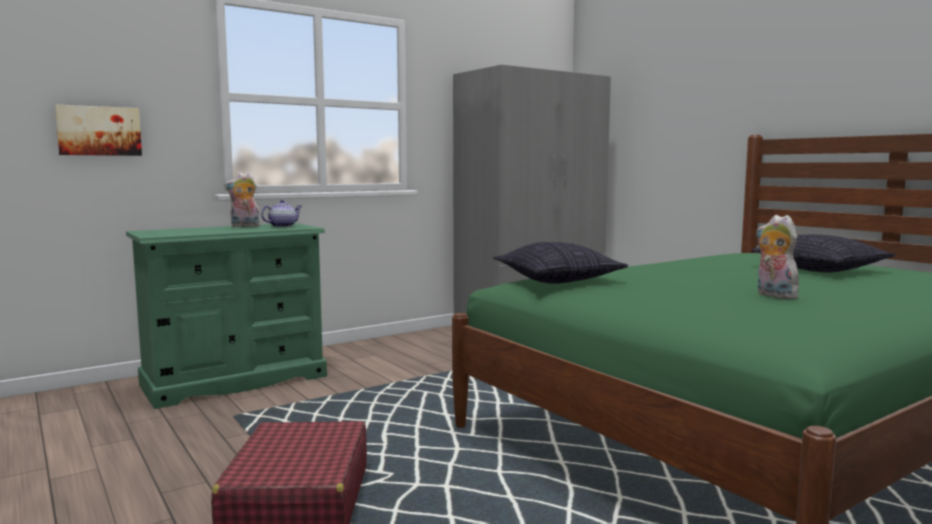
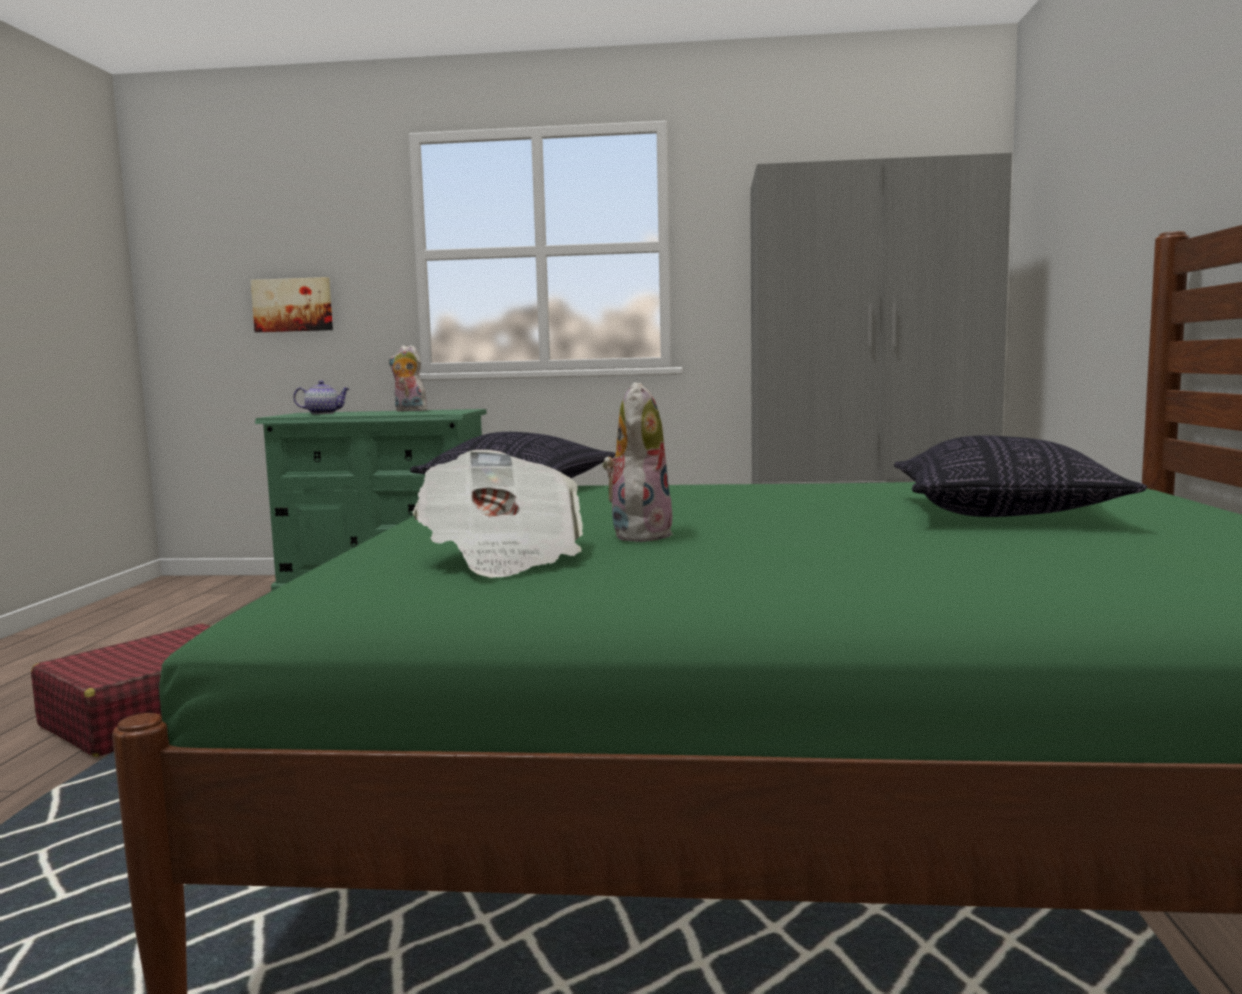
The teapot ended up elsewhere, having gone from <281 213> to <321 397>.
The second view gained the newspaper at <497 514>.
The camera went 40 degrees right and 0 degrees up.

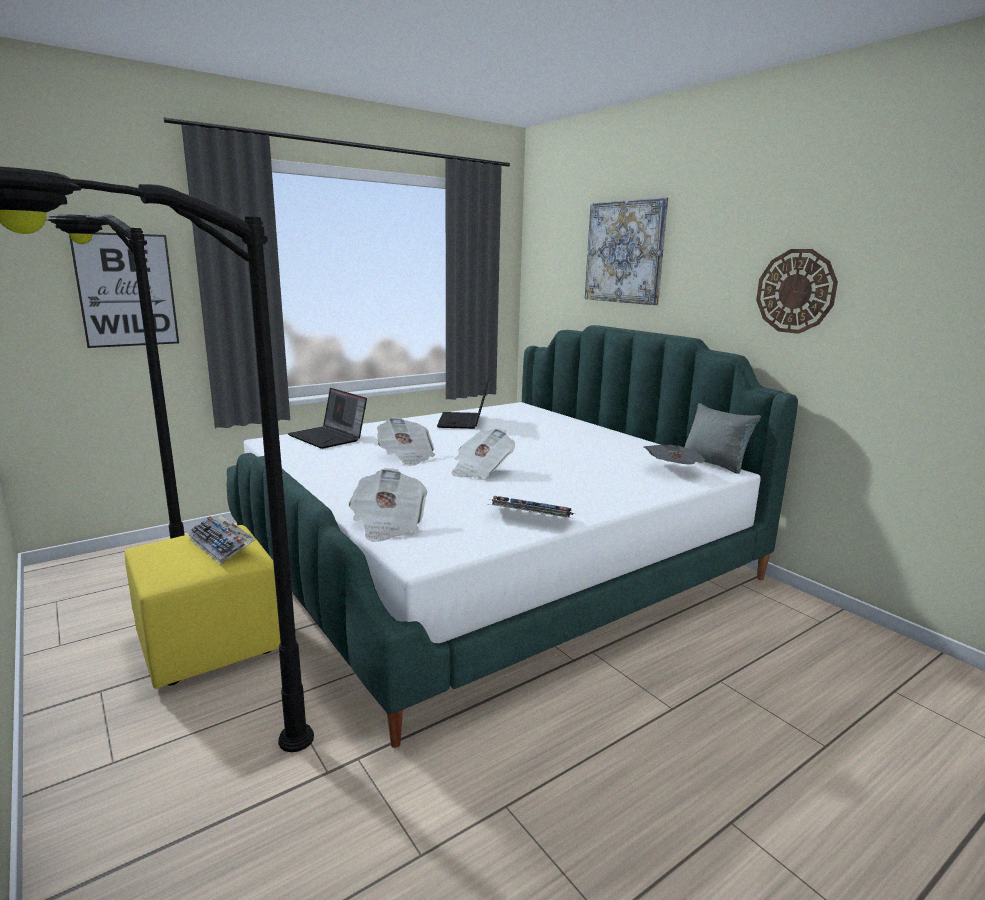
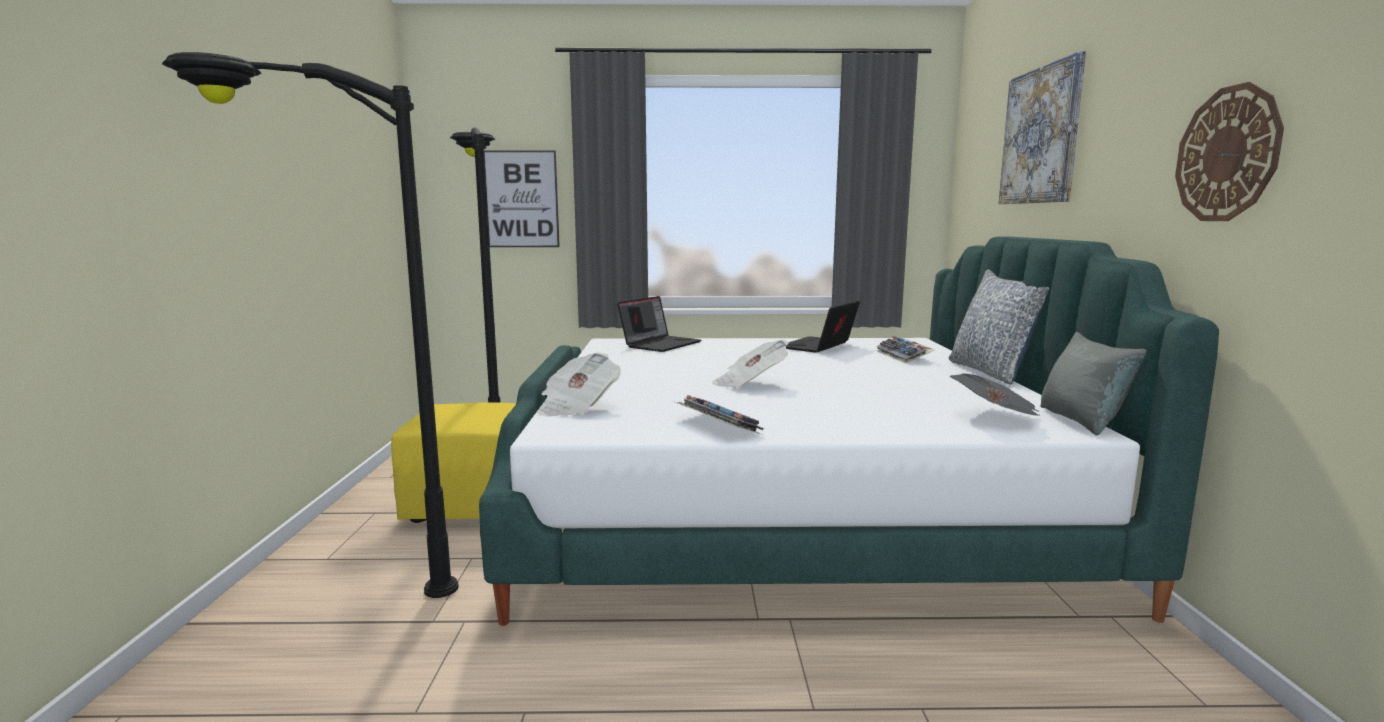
The laptop at <327 418> ended up facing another way, 135 degrees counterclockwise from before.
The second view lost the newspaper at <406 441>.
The keyboard ended up elsewhere, having gone from <221 540> to <905 349>.
The second view gained the pillow at <999 327>.
The camera went 35 degrees right and 5 degrees down.

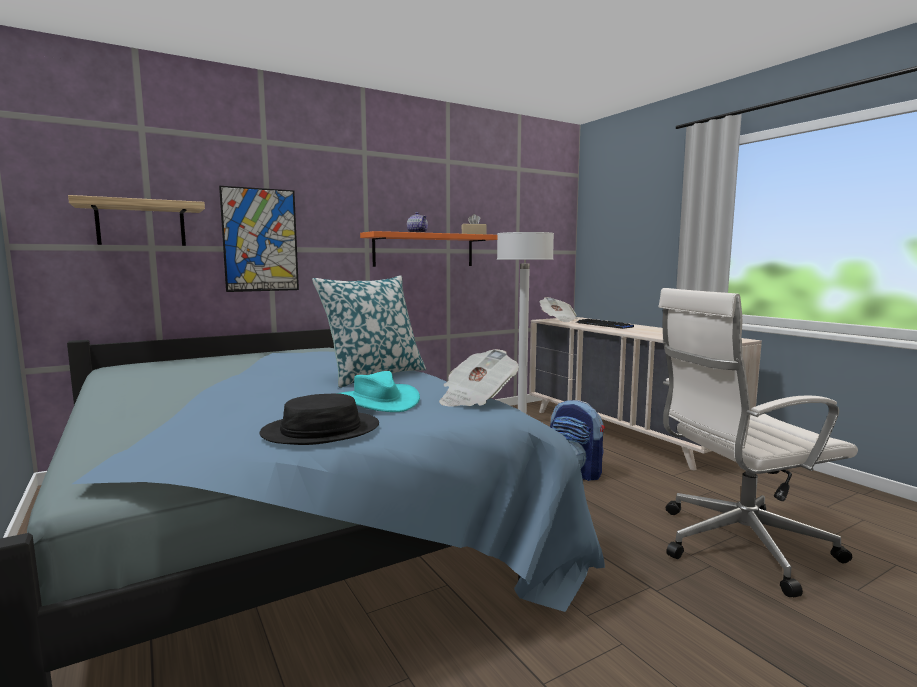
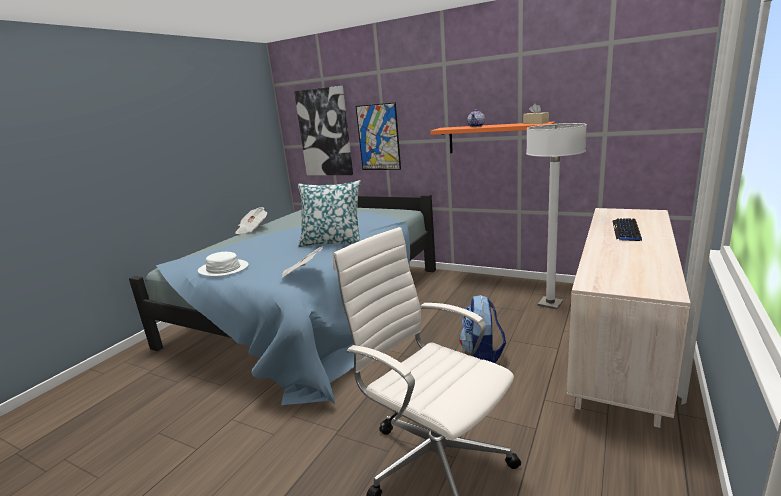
Where the shelf hung at <136 220>, the picture came to hang at <323 130>.
The newspaper ended up elsewhere, having gone from <558 309> to <251 220>.
The second view lost the hat (turquoise) at <379 391>.
What was the hat (black) at <319 419> turned into the hat (white) at <223 264>.
The camera went 60 degrees right and 10 degrees up.

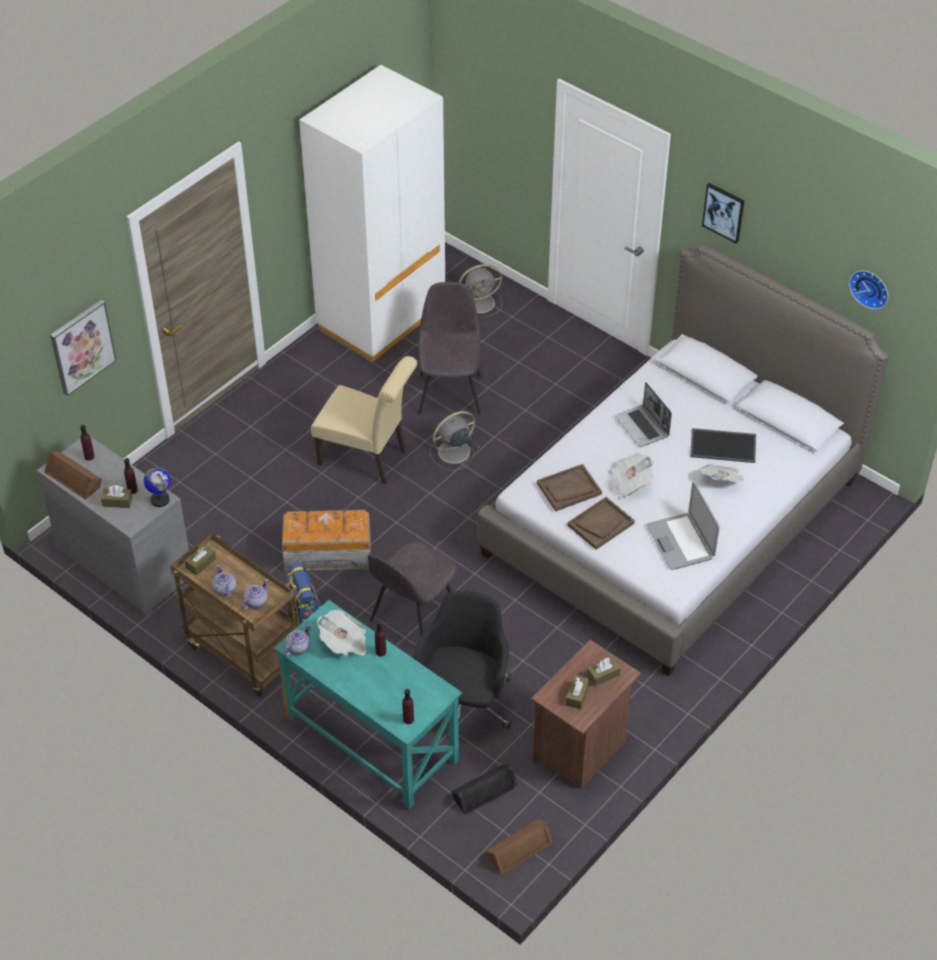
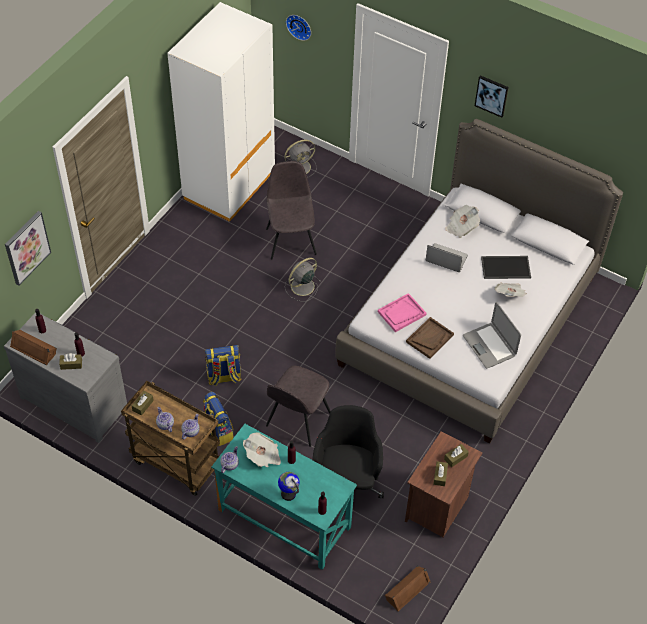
The wall clock ended up elsewhere, having gone from <868 290> to <298 28>.
The second view lost the chair (beige) at <364 420>.
The laptop at <643 414> ended up facing another way, 150 degrees clockwise from before.
The newspaper ended up elsewhere, having gone from <629 475> to <462 221>.
What was the tray (brown) at <569 487> turned into the tray (pink) at <402 312>.
The globe ended up elsewhere, having gone from <157 487> to <289 486>.
Where the storage box stood at <326 540>, the backpack came to stand at <223 365>.
The second view lost the speaker (black) at <484 789>.
The camera went 10 degrees left and 5 degrees up.

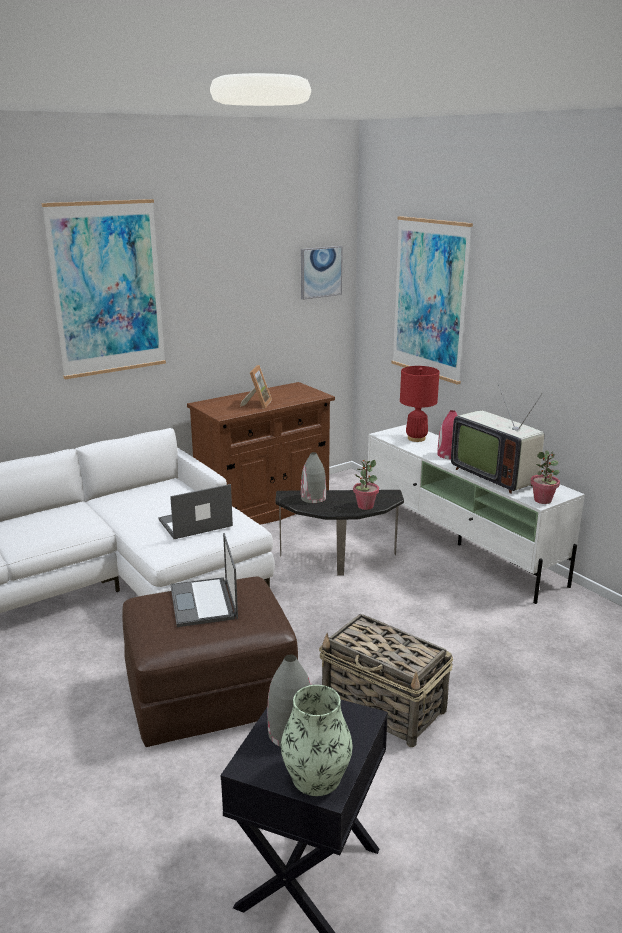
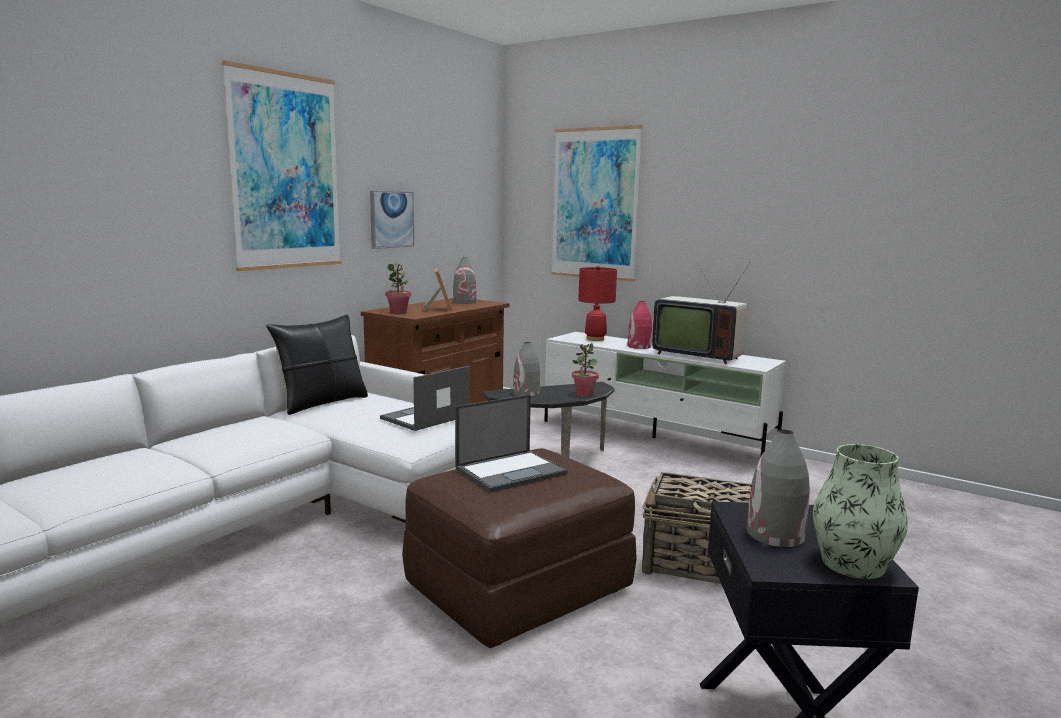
The picture ended up elsewhere, having gone from <322 273> to <392 220>.
The potted plant ended up elsewhere, having gone from <545 477> to <398 288>.
The laptop at <204 580> ended up facing another way, 90 degrees counterclockwise from before.
The second view gained the vase (grey) at <464 280>.
The second view gained the pillow (black) at <317 364>.
The camera went 20 degrees left and 10 degrees down.

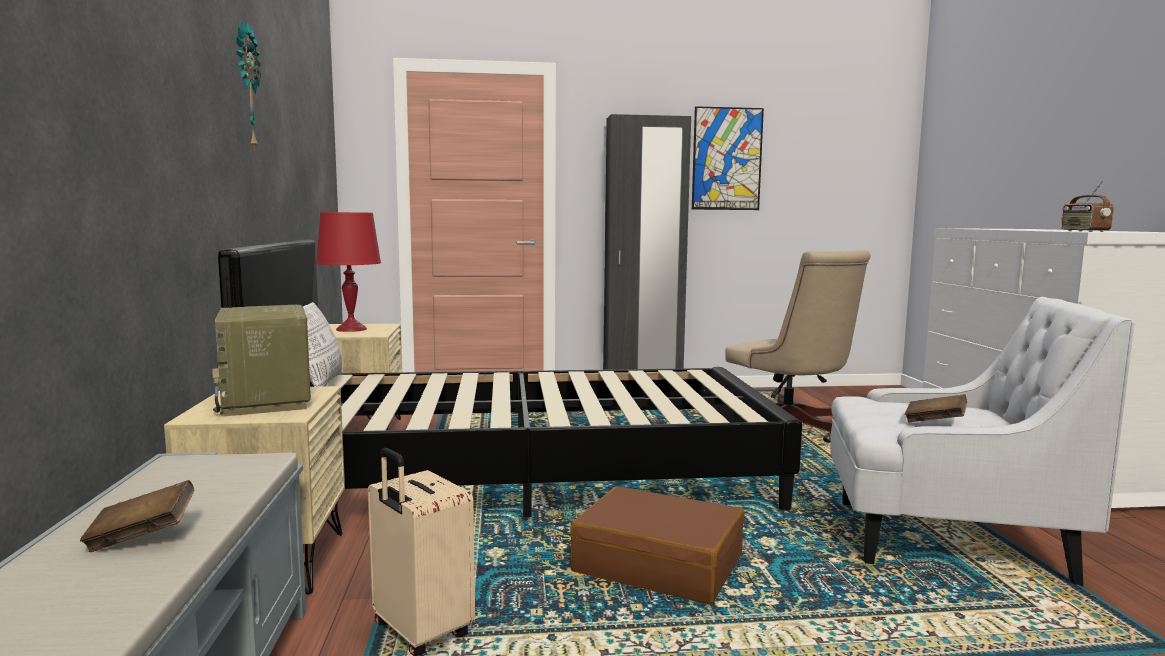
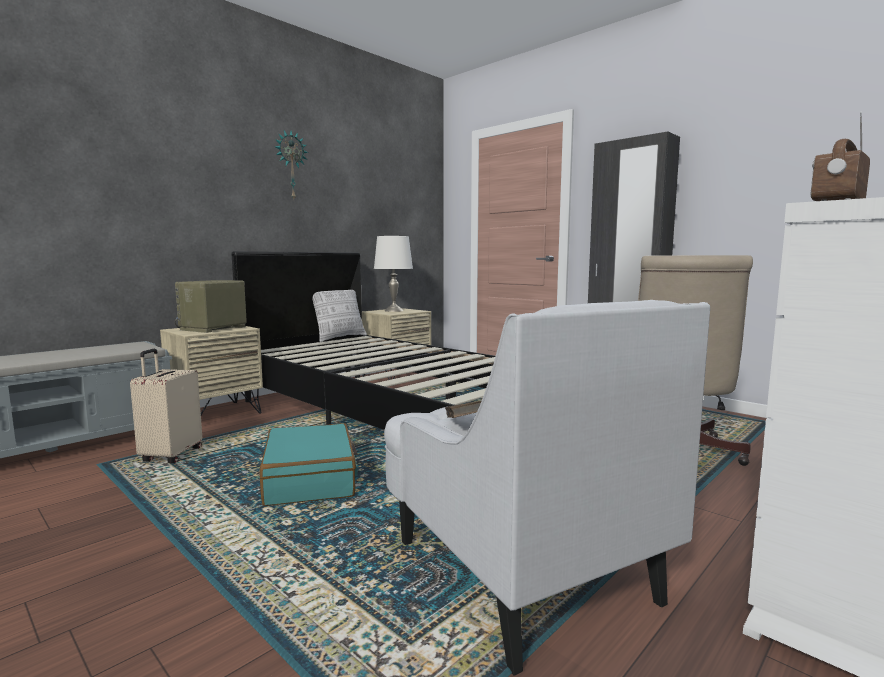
The second view lost the picture at <728 158>.
What was the table lamp (red) at <348 272> turned into the table lamp (white) at <393 274>.
The second view lost the book (brown) at <137 516>.
What was the suitcase (brown) at <657 545> turned into the suitcase (turquoise) at <309 464>.
The camera went 50 degrees right and 0 degrees up.

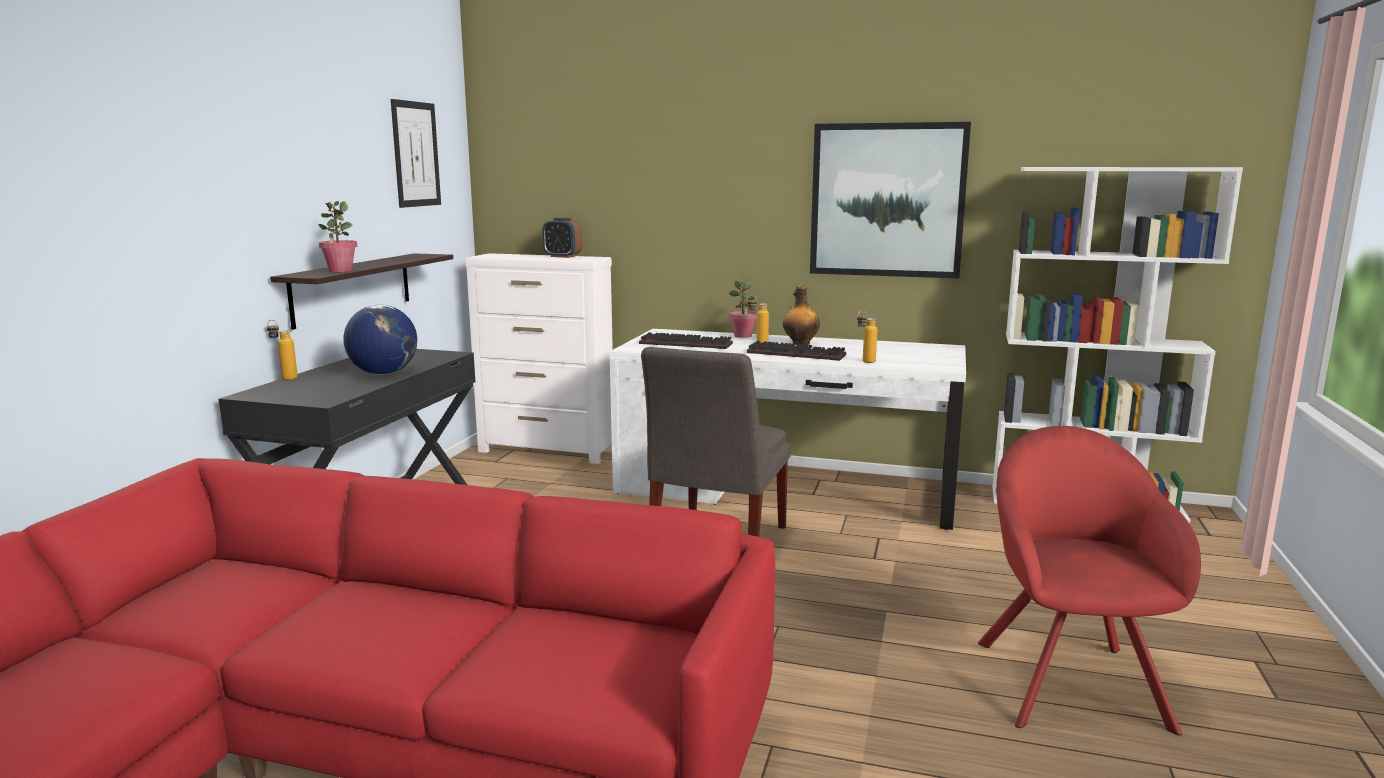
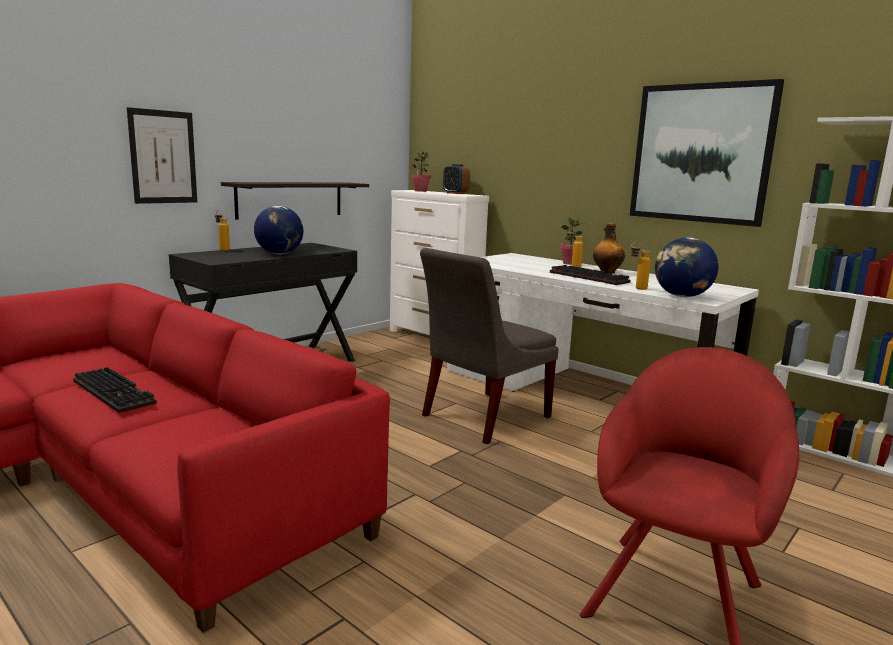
The picture ended up elsewhere, having gone from <416 153> to <162 155>.
The potted plant ended up elsewhere, having gone from <337 236> to <421 172>.
The keyboard ended up elsewhere, having gone from <686 340> to <115 390>.
The second view gained the globe at <686 267>.
The camera went 25 degrees right and 0 degrees up.

